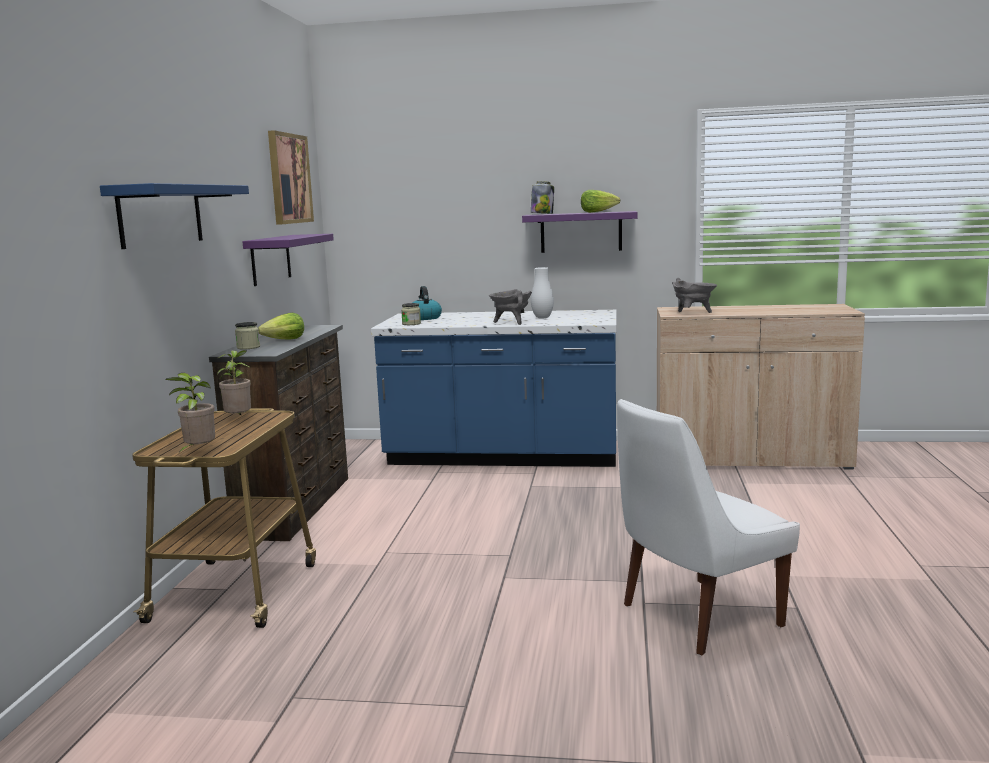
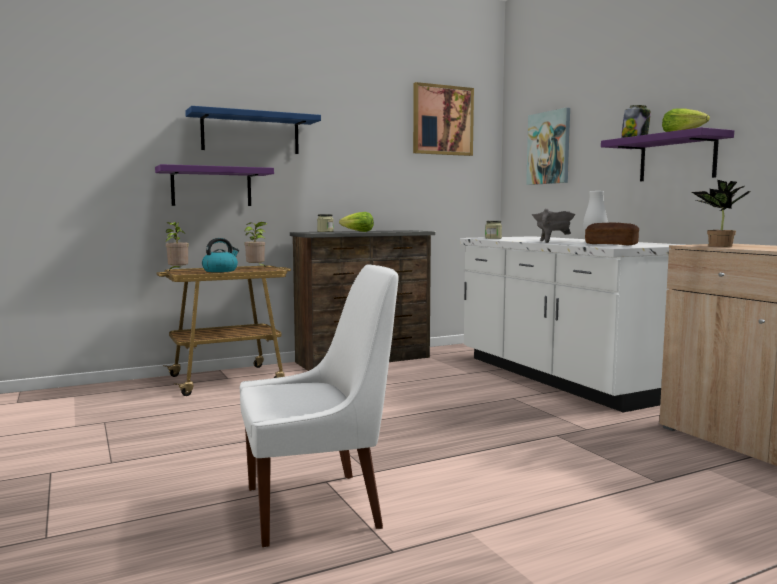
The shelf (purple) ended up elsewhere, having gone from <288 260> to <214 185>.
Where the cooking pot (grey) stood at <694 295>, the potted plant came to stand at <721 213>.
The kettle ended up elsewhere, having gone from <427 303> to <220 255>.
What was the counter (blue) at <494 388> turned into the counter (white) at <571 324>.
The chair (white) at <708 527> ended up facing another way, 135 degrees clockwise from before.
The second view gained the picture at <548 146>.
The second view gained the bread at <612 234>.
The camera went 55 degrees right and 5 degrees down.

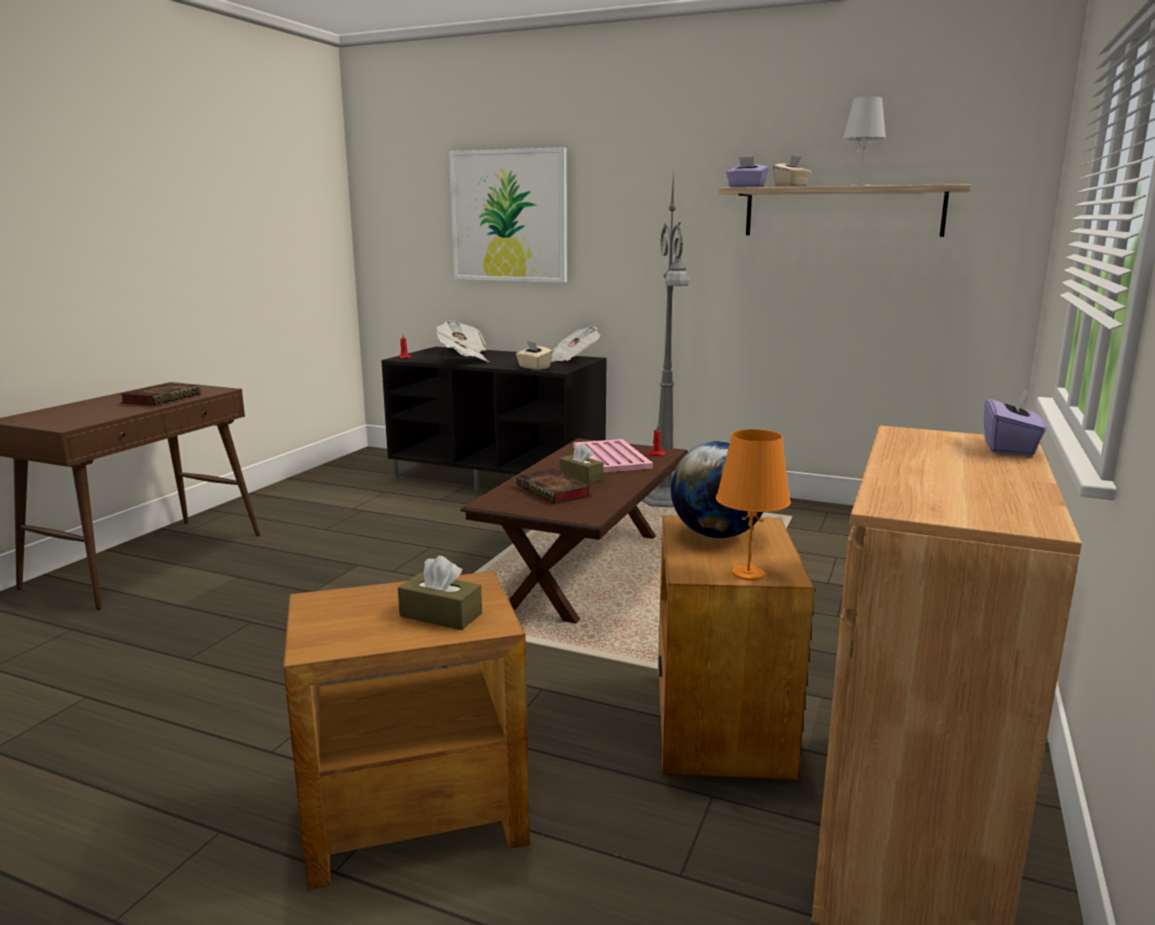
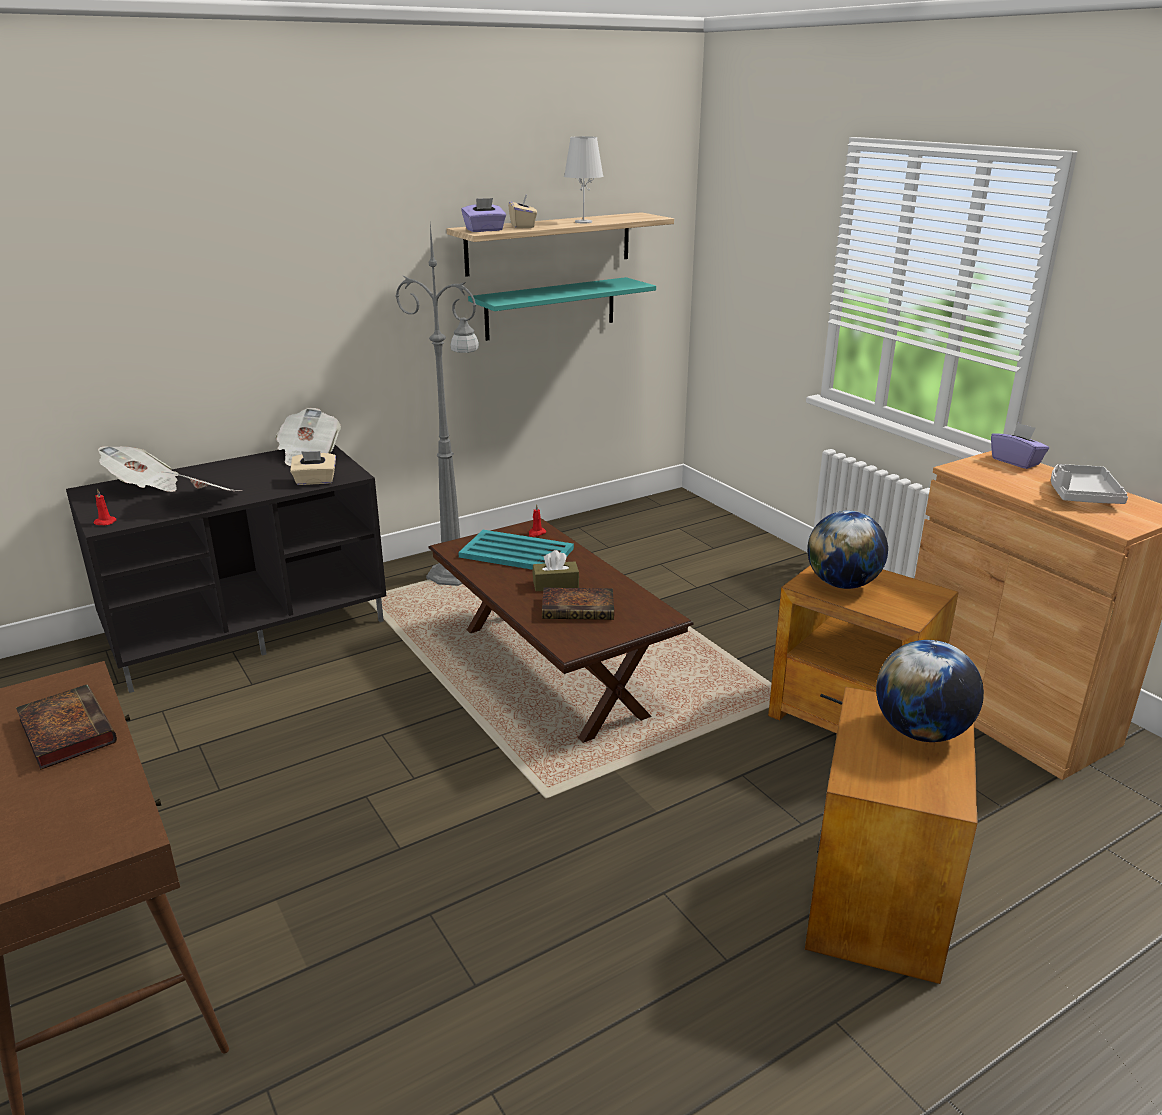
The second view lost the picture at <508 214>.
The second view lost the table lamp (orange) at <753 505>.
What was the tray (pink) at <613 455> turned into the tray (turquoise) at <516 550>.
Where the tissue box (brown) stood at <440 593>, the globe came to stand at <930 691>.
The second view gained the shelf (turquoise) at <562 309>.
The second view gained the tray (grey) at <1089 484>.
The camera went 55 degrees left and 10 degrees up.

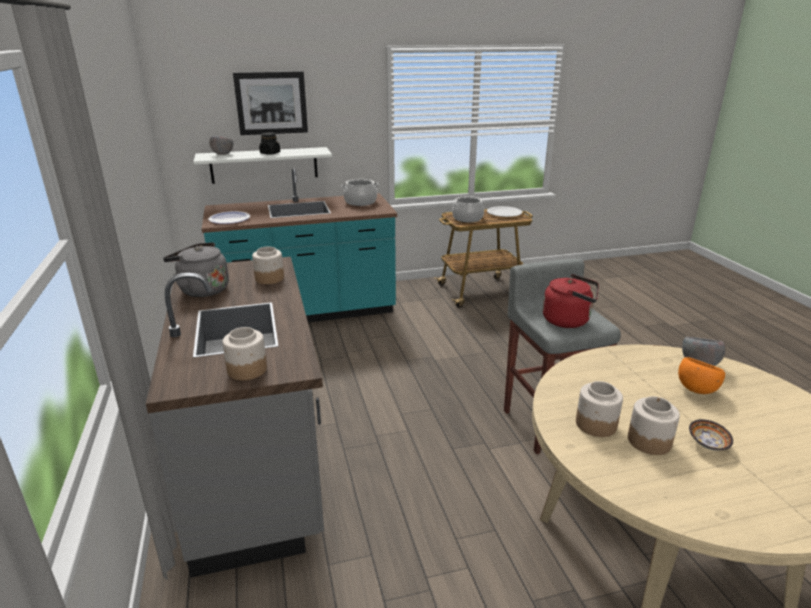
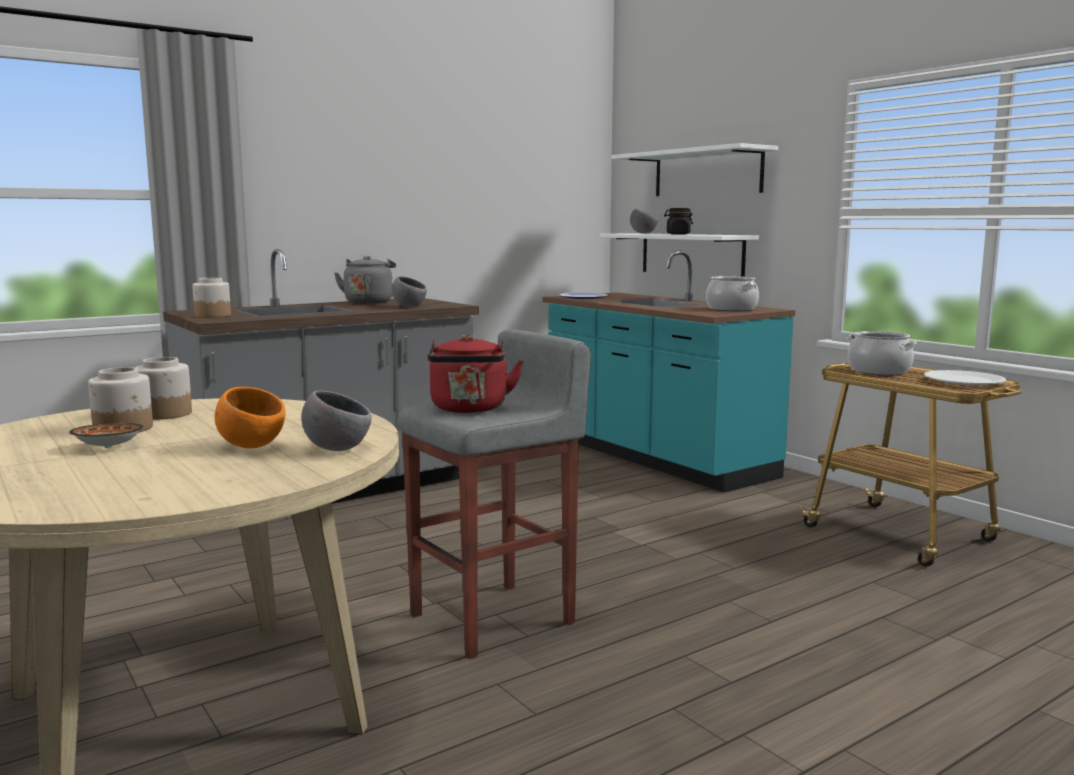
Where the picture hung at <270 103>, the shelf (white) came to hang at <695 169>.
Where the jar stood at <268 265>, the bowl (grey) came to stand at <409 291>.
The camera went 70 degrees right and 15 degrees down.

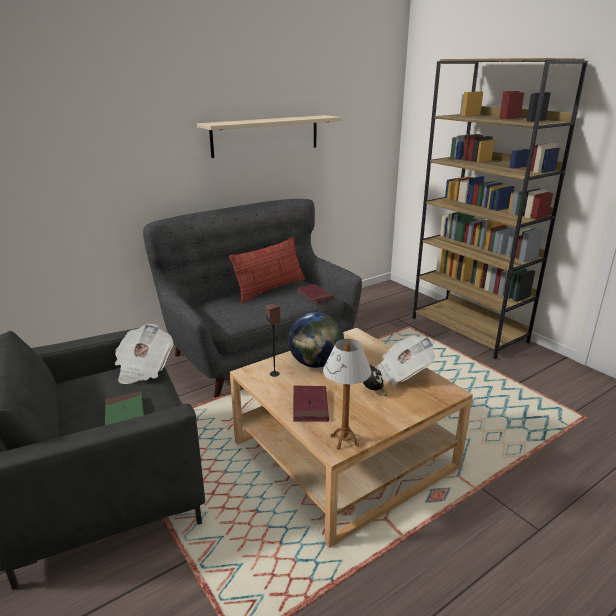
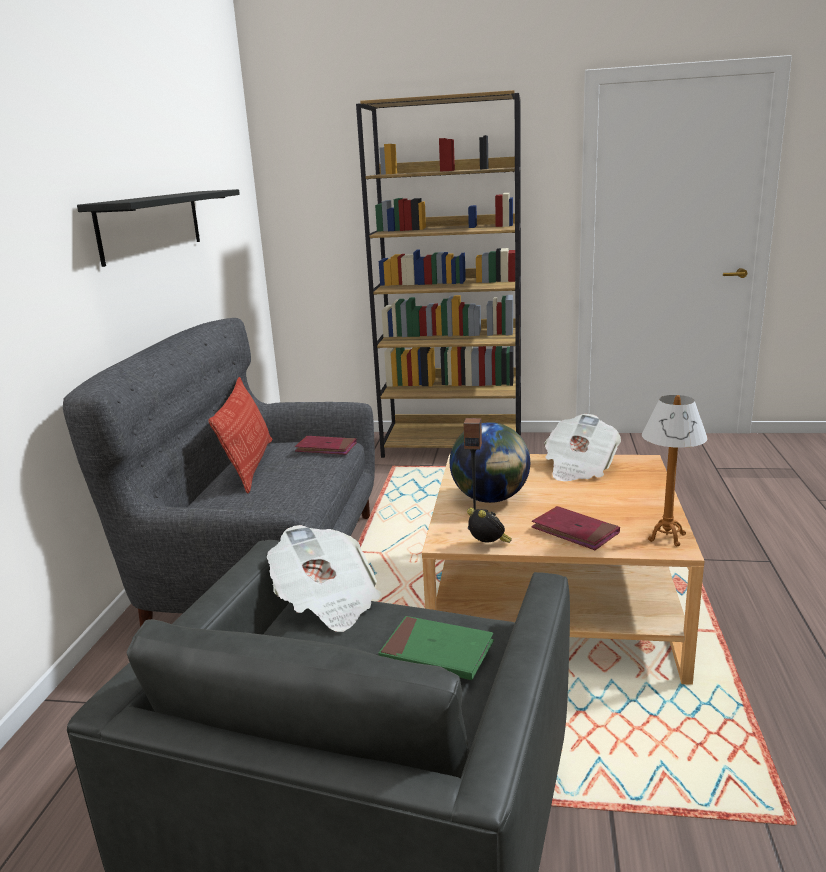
What was the shelf (beige) at <269 136> turned into the shelf (black) at <158 228>.
The alarm clock ended up elsewhere, having gone from <375 379> to <489 525>.
The camera went 45 degrees left and 5 degrees down.

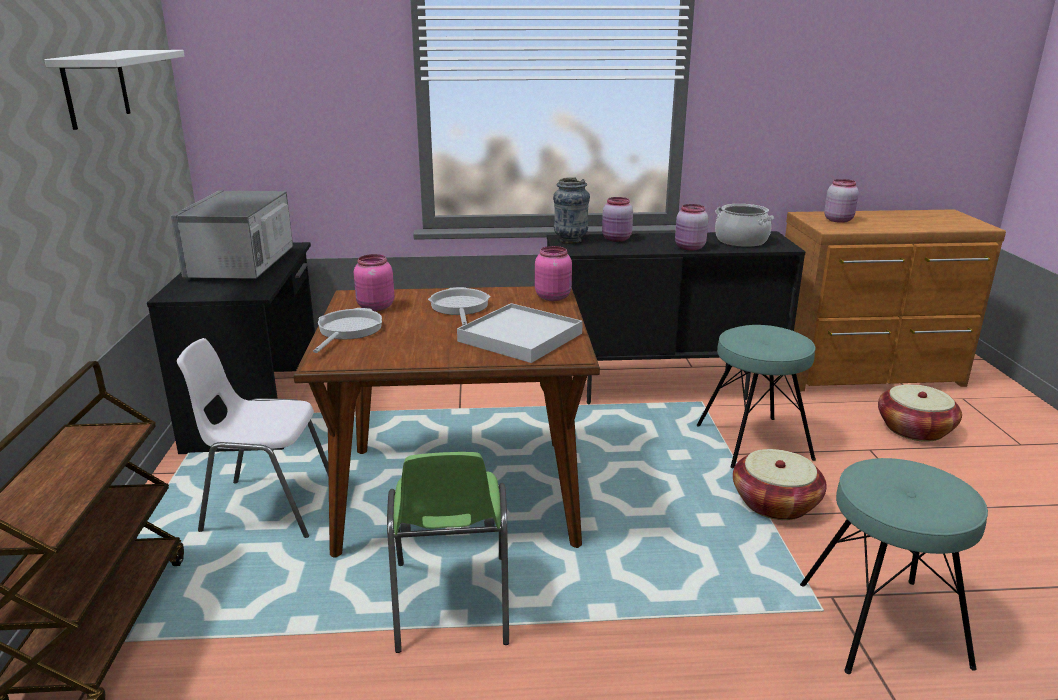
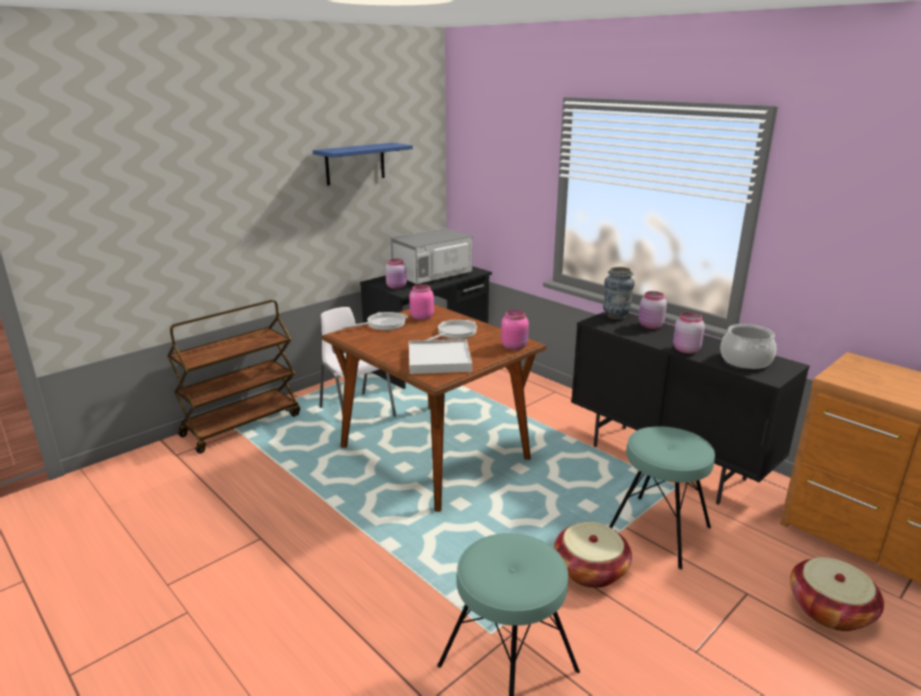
What was the shelf (white) at <115 90> turned into the shelf (blue) at <363 164>.
The jar (pink) ended up elsewhere, having gone from <841 201> to <396 273>.
The second view lost the chair (green) at <448 552>.
The camera went 50 degrees right and 0 degrees up.

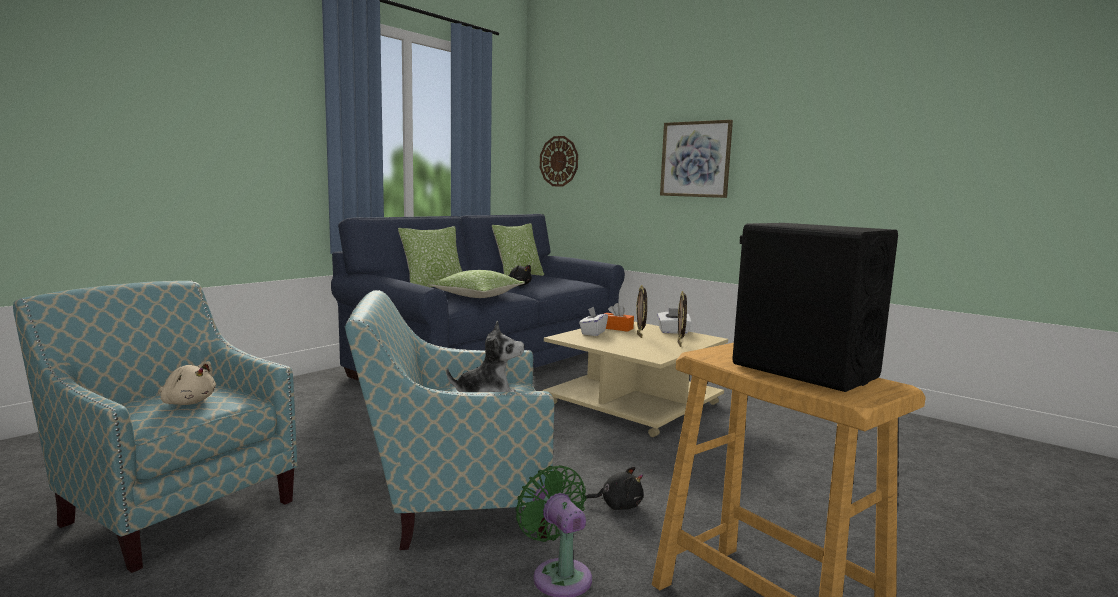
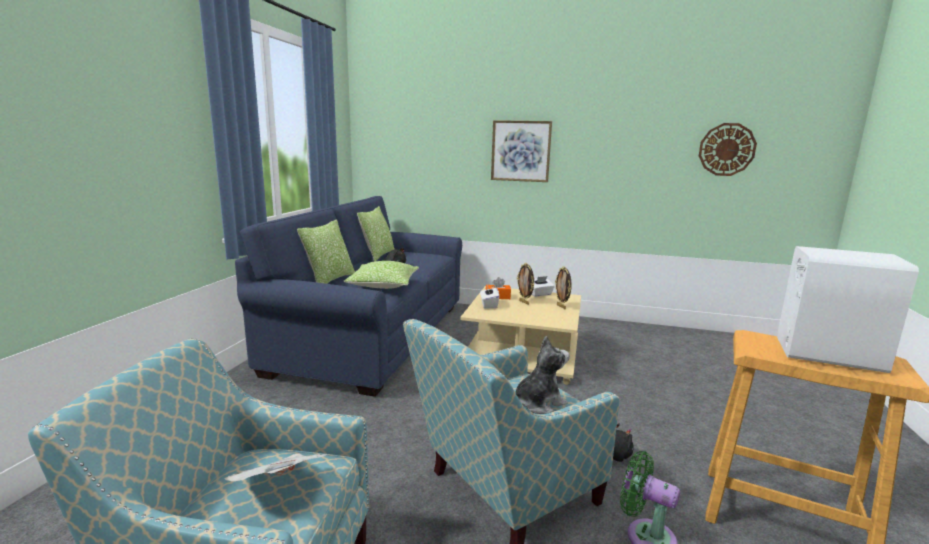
The wall clock ended up elsewhere, having gone from <559 161> to <728 149>.
What was the speaker (black) at <815 307> turned into the speaker (white) at <848 309>.
Where the plush toy (beige) stood at <187 383>, the newspaper came to stand at <276 467>.
The camera went 25 degrees left and 5 degrees up.

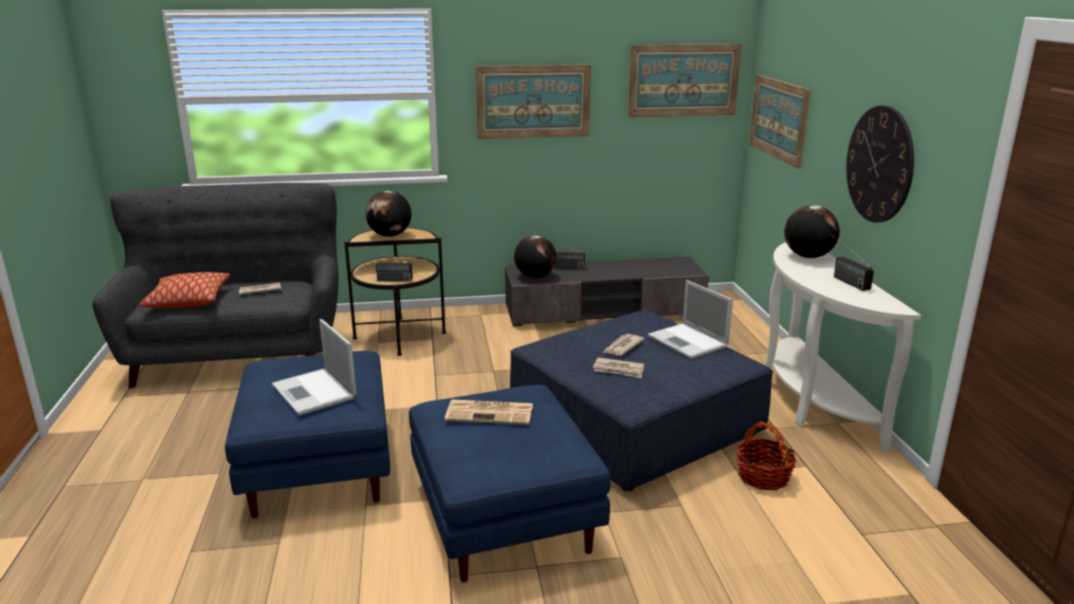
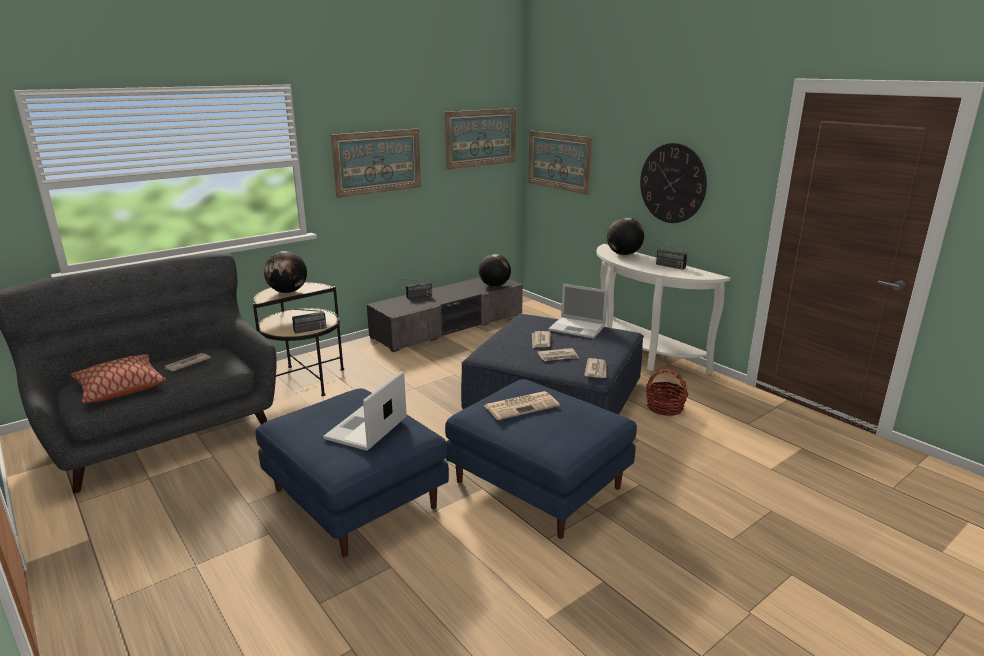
The globe ended up elsewhere, having gone from <535 256> to <495 270>.
The laptop at <314 367> ended up facing another way, 90 degrees clockwise from before.
The second view gained the newspaper at <595 368>.
The camera went 30 degrees left and 0 degrees up.

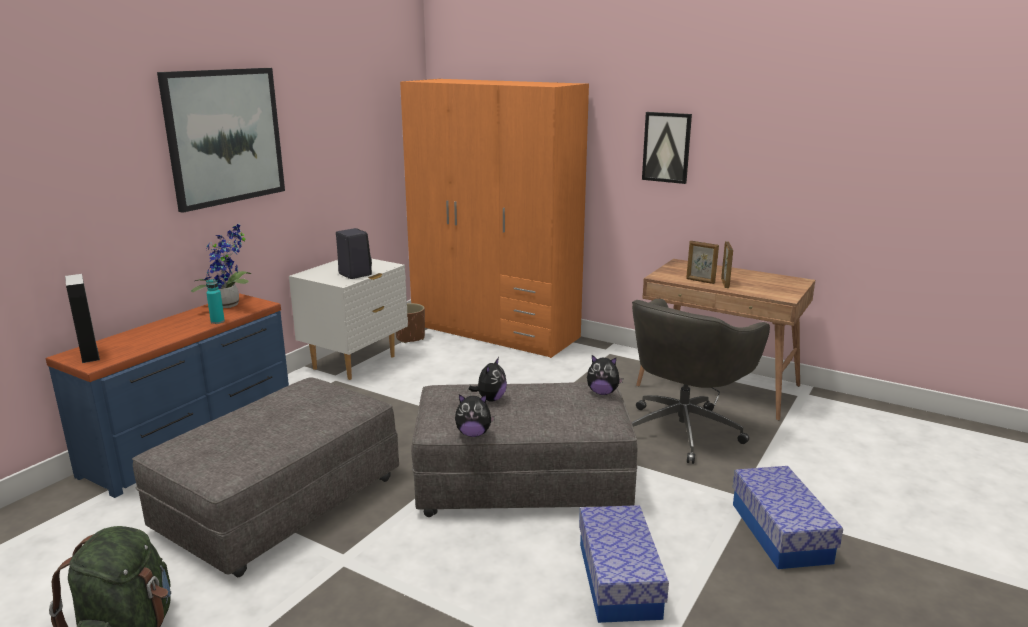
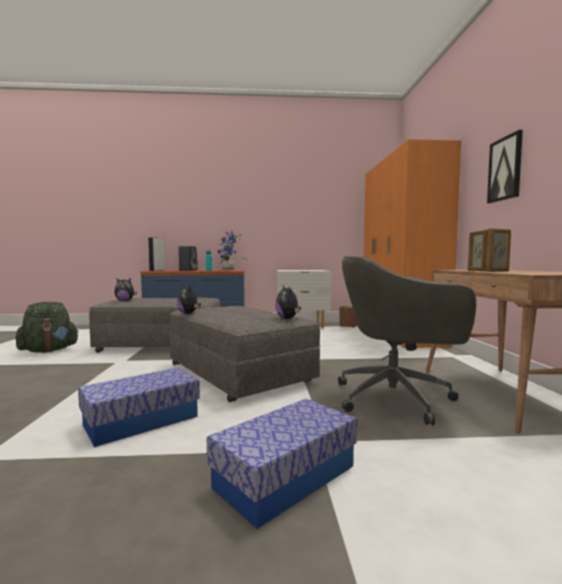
The second view lost the picture at <221 140>.
The speaker (black) ended up elsewhere, having gone from <354 253> to <188 258>.
The plush toy ended up elsewhere, having gone from <488 379> to <126 289>.
The camera went 55 degrees right and 15 degrees down.

